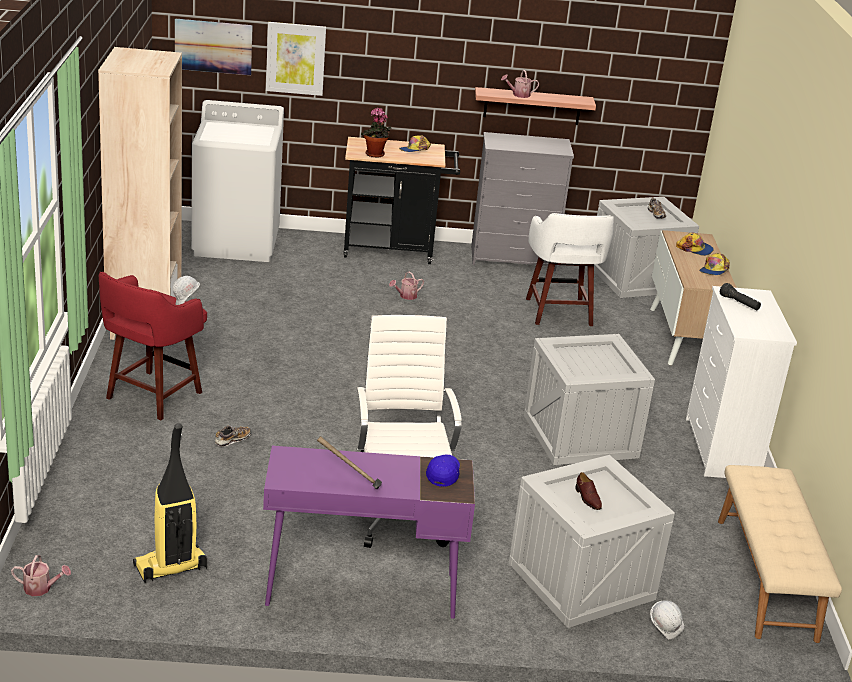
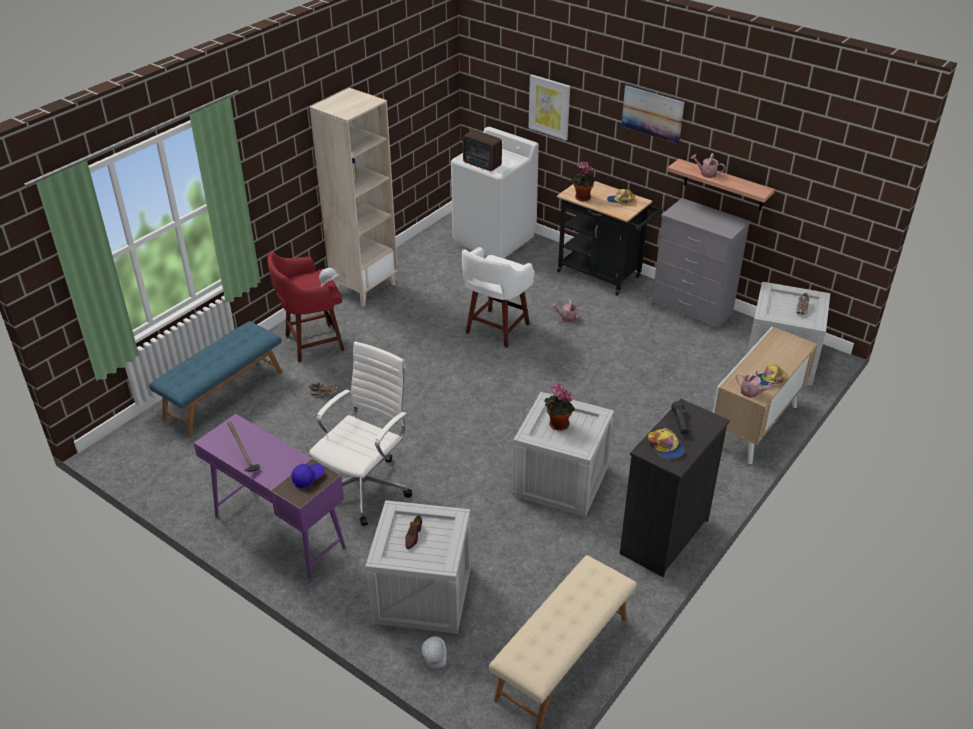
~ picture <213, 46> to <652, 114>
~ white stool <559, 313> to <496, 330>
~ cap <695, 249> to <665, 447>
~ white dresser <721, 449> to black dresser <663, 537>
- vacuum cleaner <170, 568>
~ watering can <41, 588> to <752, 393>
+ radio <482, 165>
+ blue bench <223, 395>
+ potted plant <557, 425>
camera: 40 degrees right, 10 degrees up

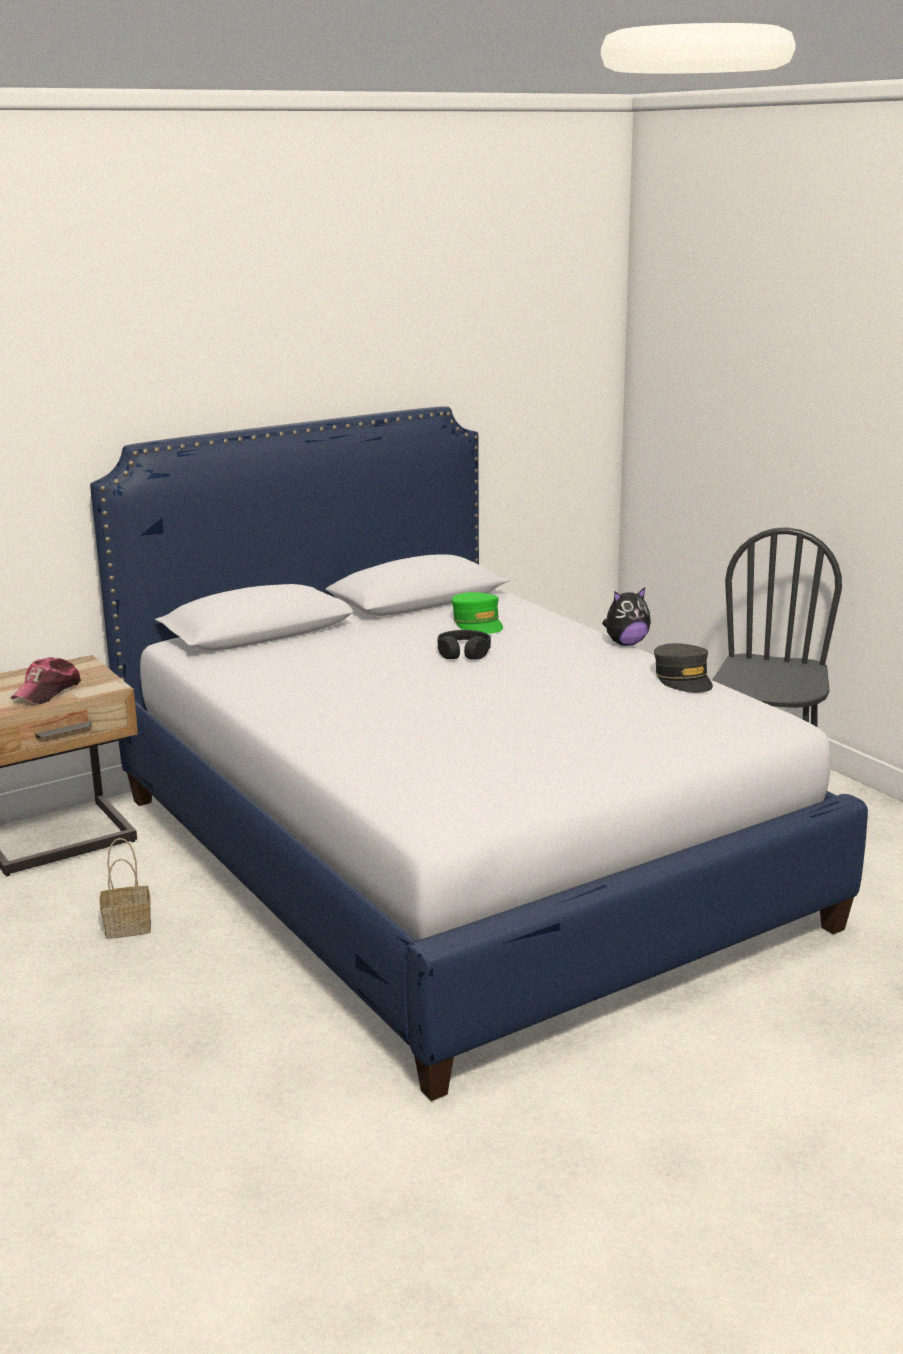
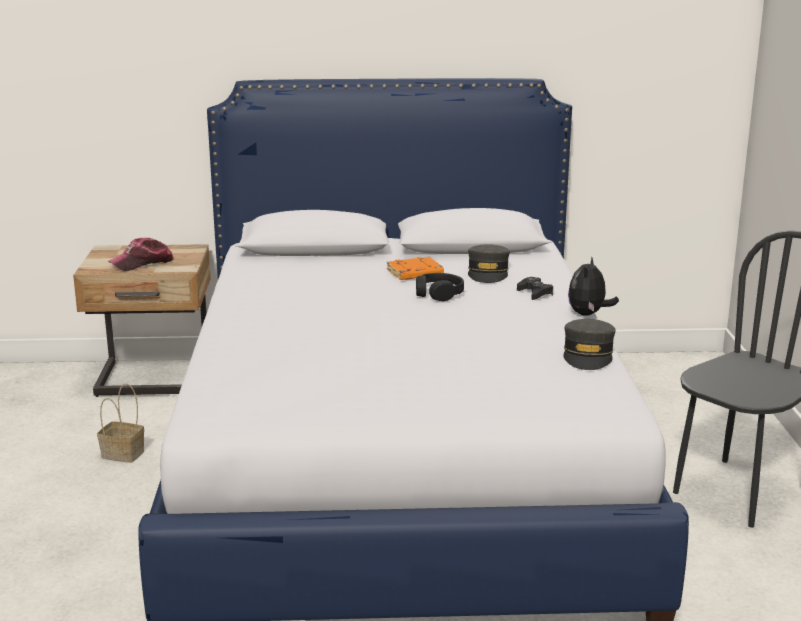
~ plush toy <626, 643> = <588, 314> 105 degrees clockwise
~ green cap <478, 623> to grey cap <488, 273>
+ orange book <415, 273>
+ black game controller <535, 293>
camera: 30 degrees right, 0 degrees up

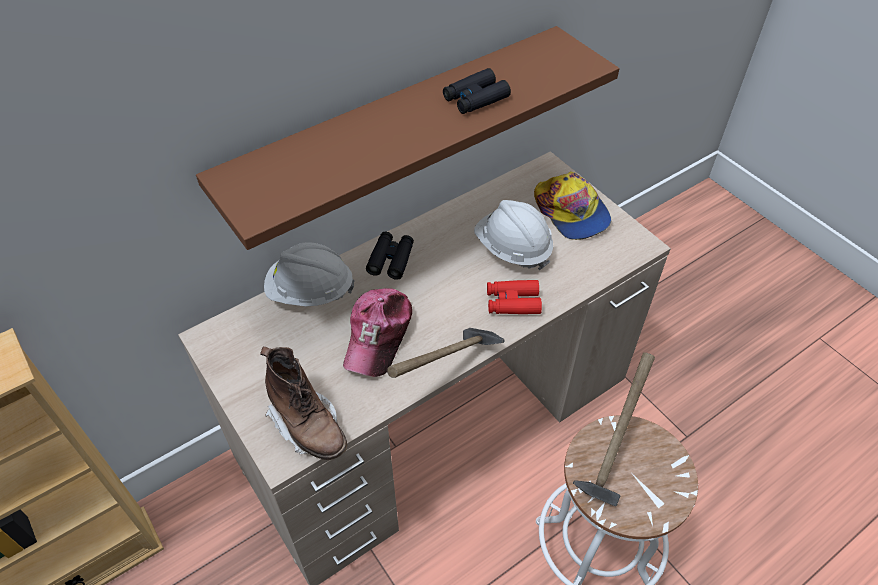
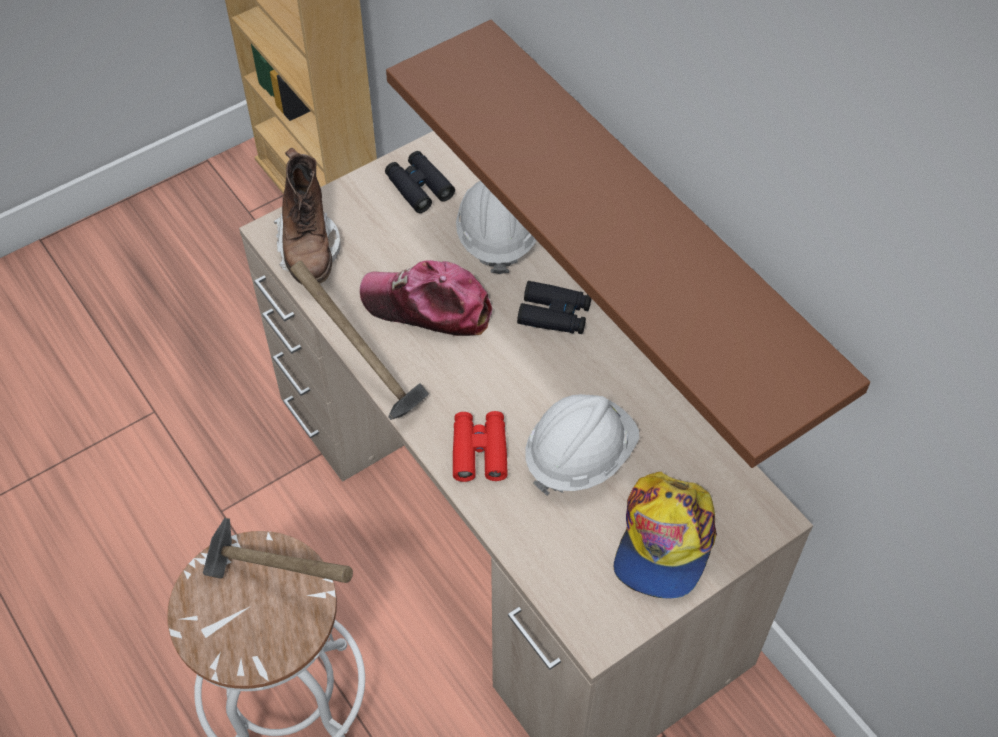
~ black binoculars <475, 98> to <419, 187>
~ cap <571, 212> = <664, 542> 45 degrees counterclockwise
~ brown boot <307, 425> = <309, 249> 60 degrees counterclockwise
camera: 90 degrees right, 5 degrees up

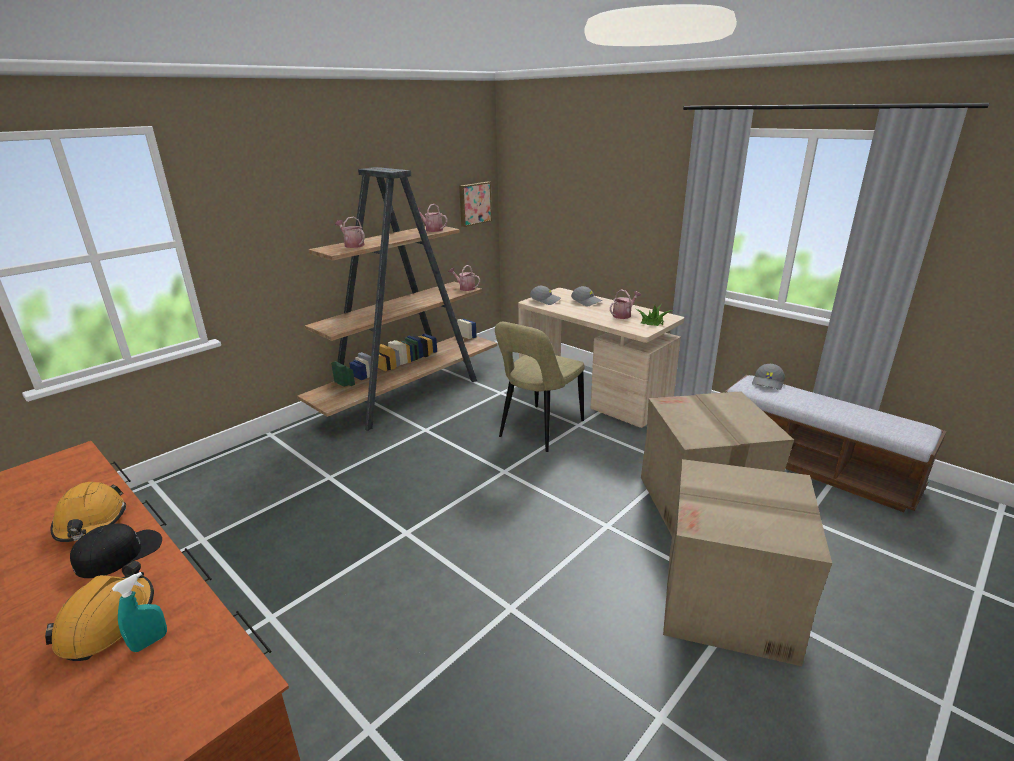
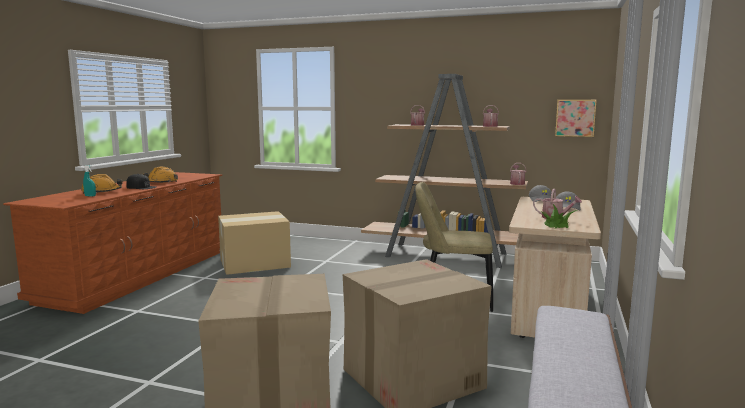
- grey cap <768, 383>
+ cardboard box <253, 263>
camera: 65 degrees right, 15 degrees down

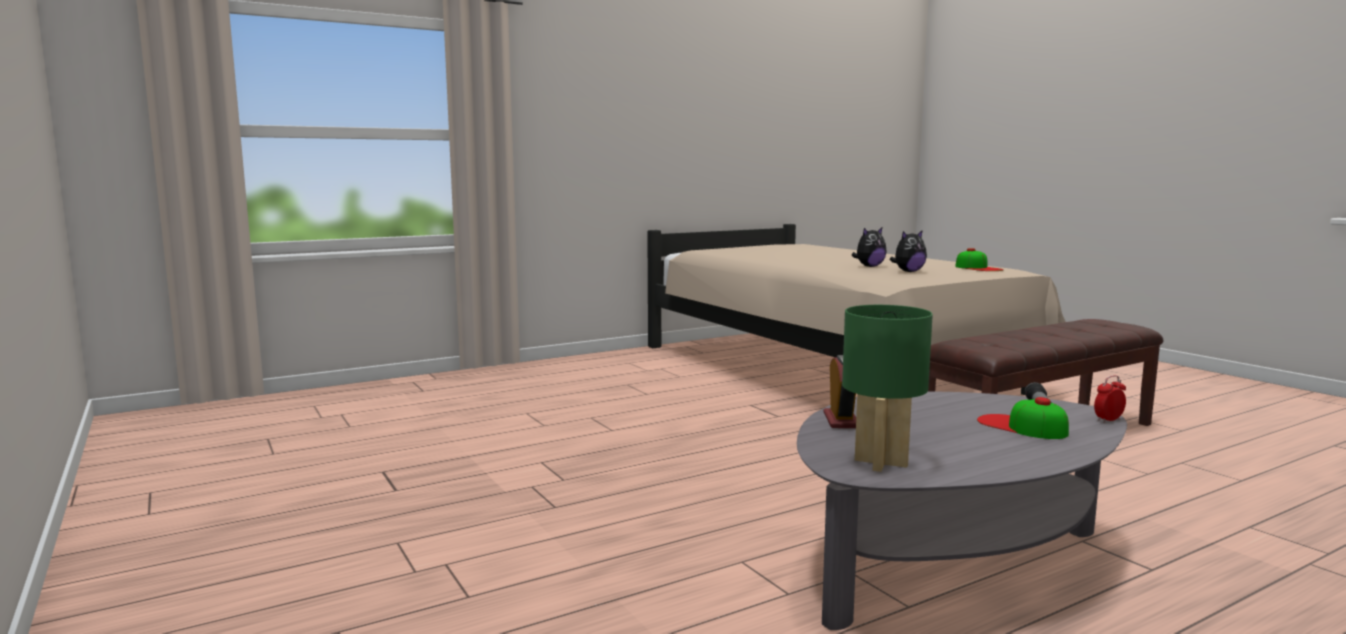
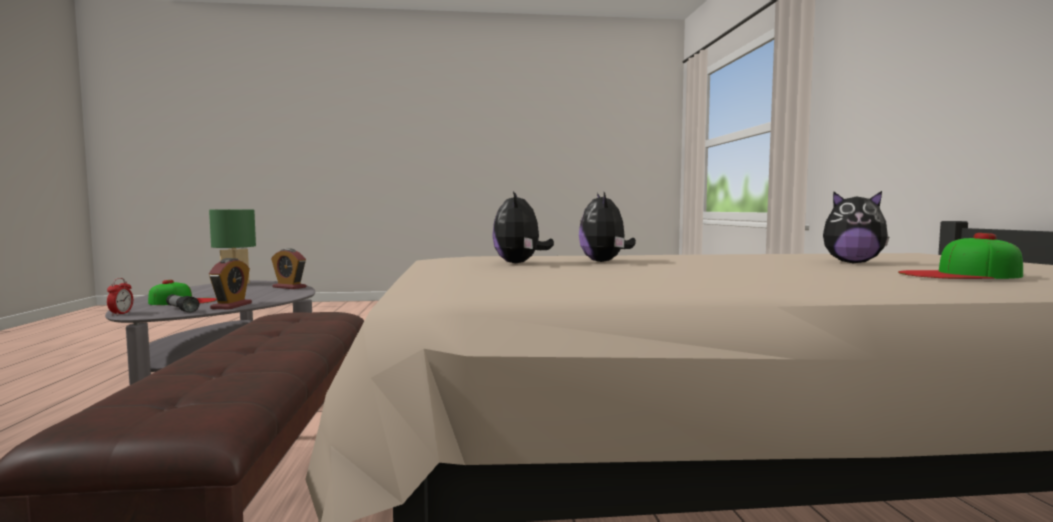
~ cap <978, 268> to <960, 275>
+ plush toy <852, 263>
+ alarm clock <231, 306>
camera: 115 degrees right, 5 degrees down

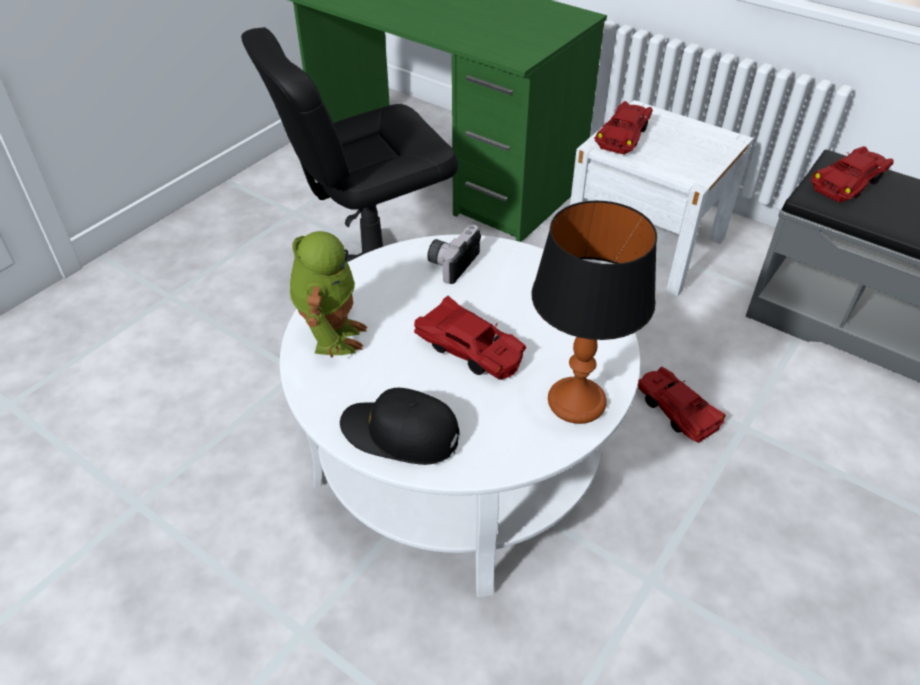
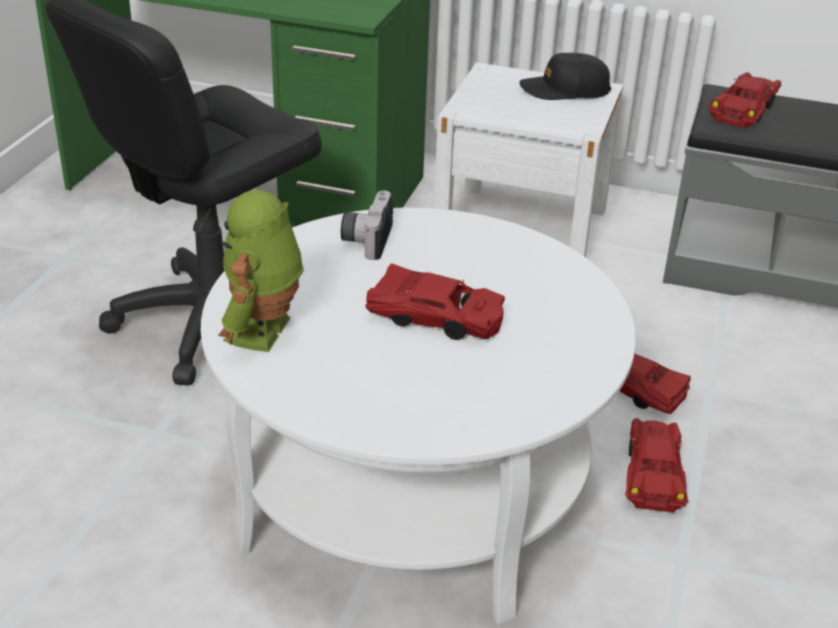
~ red toy car <624, 135> to <653, 473>
- table lamp <576, 401>
~ toy robot <332, 336> = <264, 332> 150 degrees counterclockwise
~ black cap <400, 434> to <564, 90>
camera: 20 degrees left, 10 degrees down

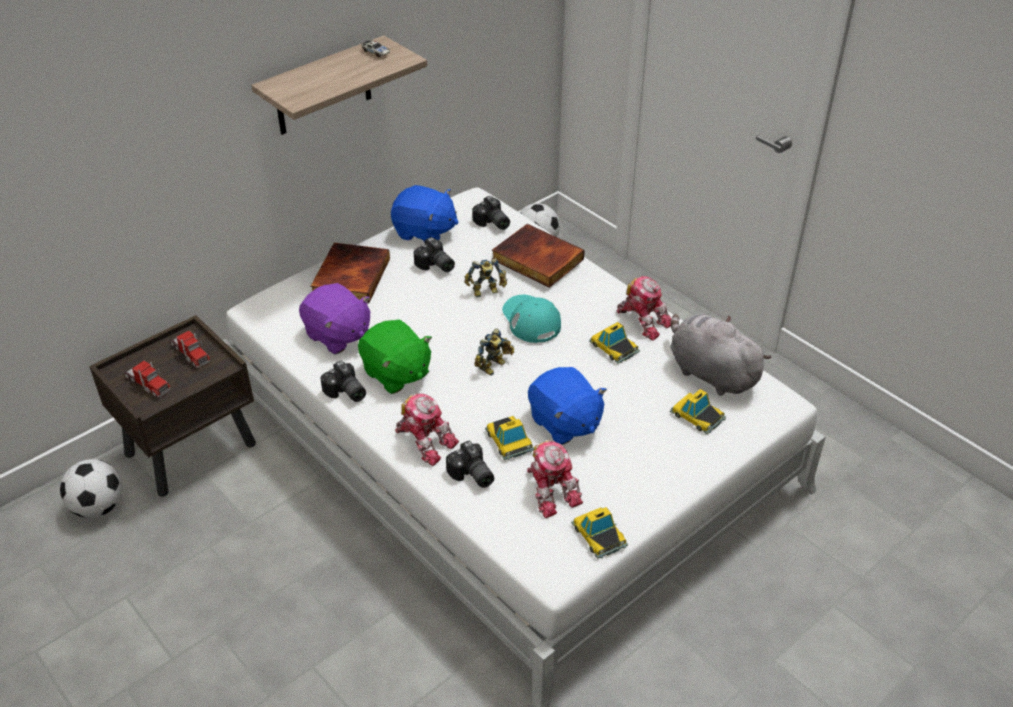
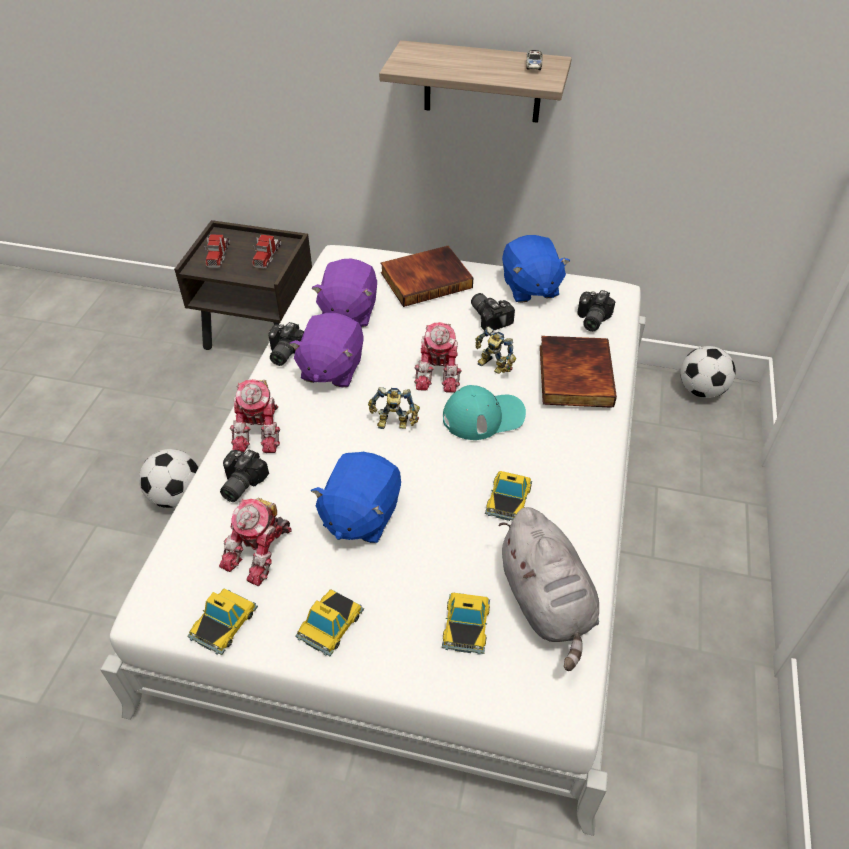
~ photo camera <435, 266> = <490, 317> 135 degrees clockwise
~ toy robot <643, 320> to <440, 372>
~ turquoise cap <531, 320> = <483, 416> 45 degrees clockwise
~ grey plush toy <710, 373> = <546, 603> 150 degrees clockwise
~ green plush toy <396, 374> to purple plush toy <331, 369>
~ toy car <509, 440> to <330, 623>
~ football <98, 507> to <176, 496>
camera: 55 degrees right, 5 degrees up

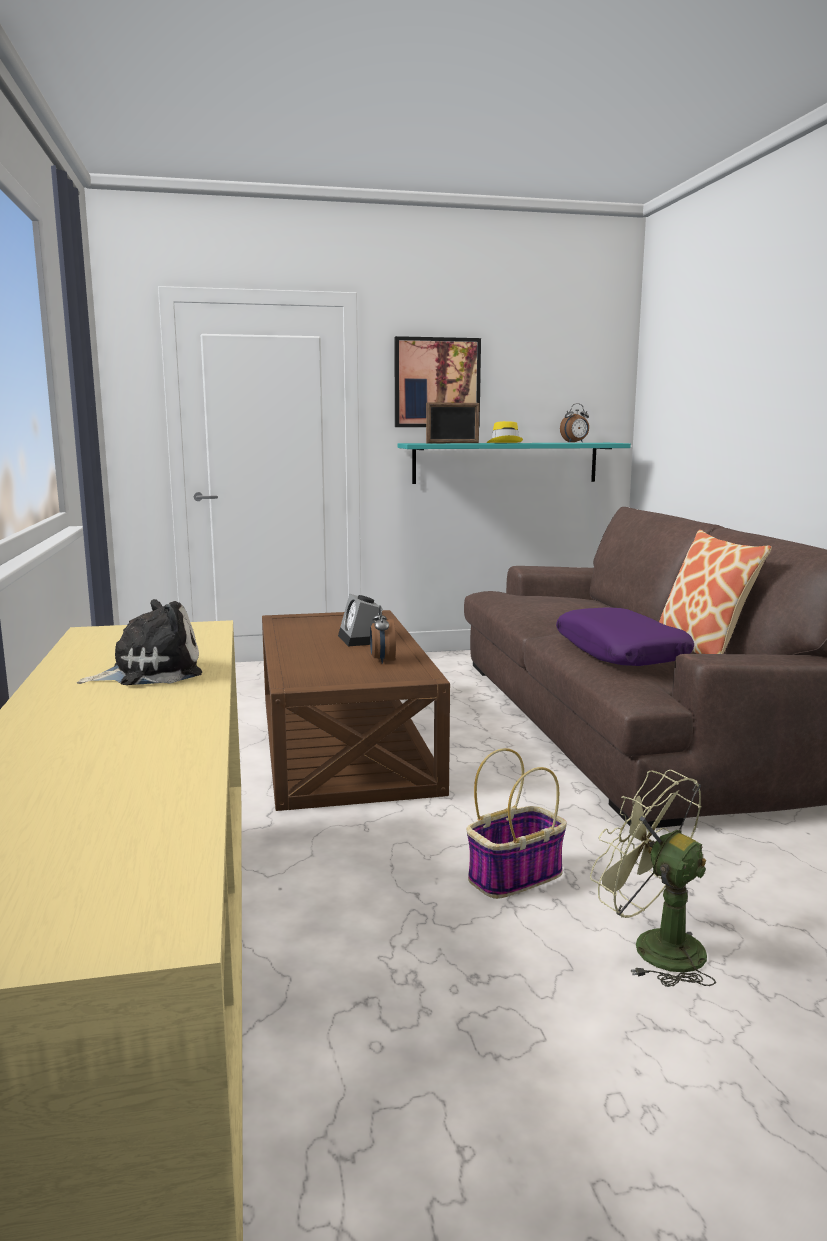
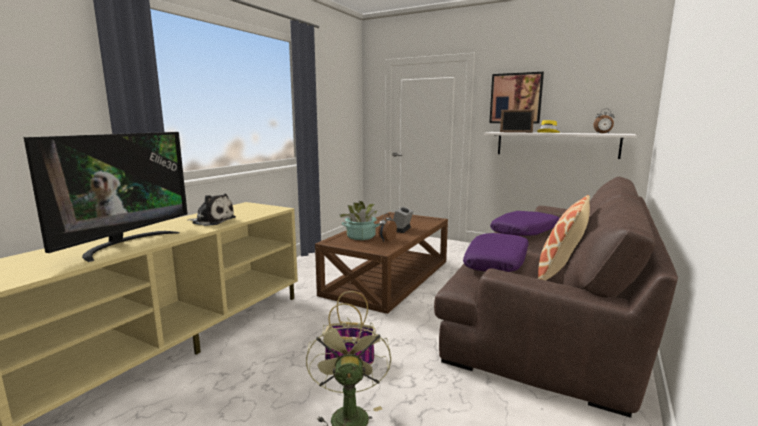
~ turquoise shelf <505, 462> to white shelf <556, 144>
+ television <125, 244>
+ potted plant <361, 236>
+ purple pillow <525, 232>
camera: 40 degrees right, 0 degrees up

